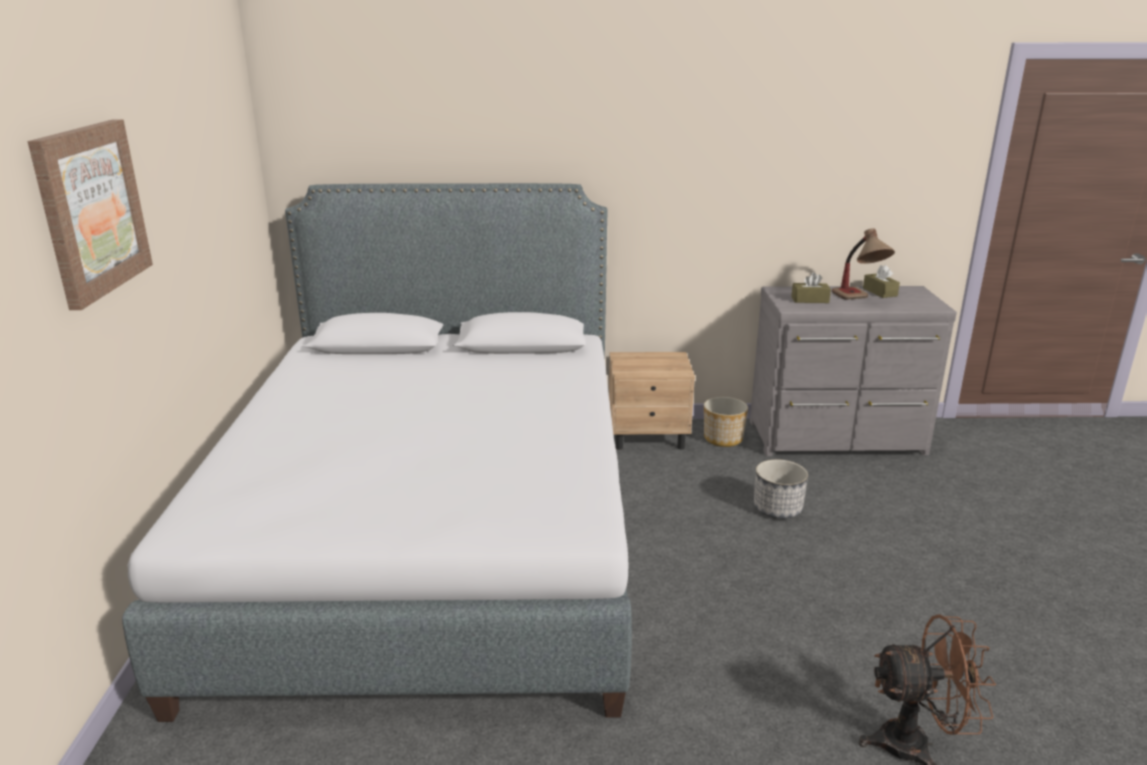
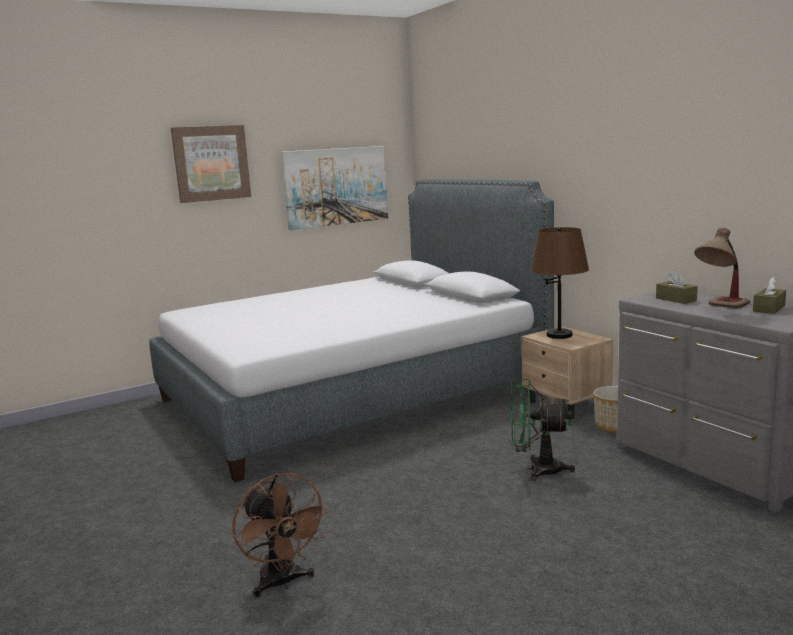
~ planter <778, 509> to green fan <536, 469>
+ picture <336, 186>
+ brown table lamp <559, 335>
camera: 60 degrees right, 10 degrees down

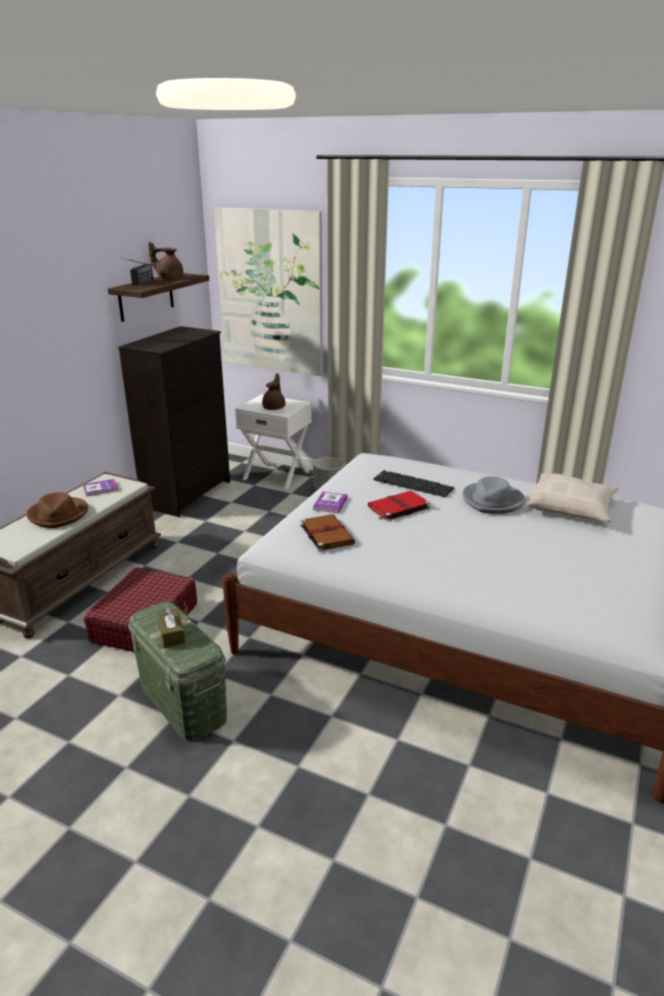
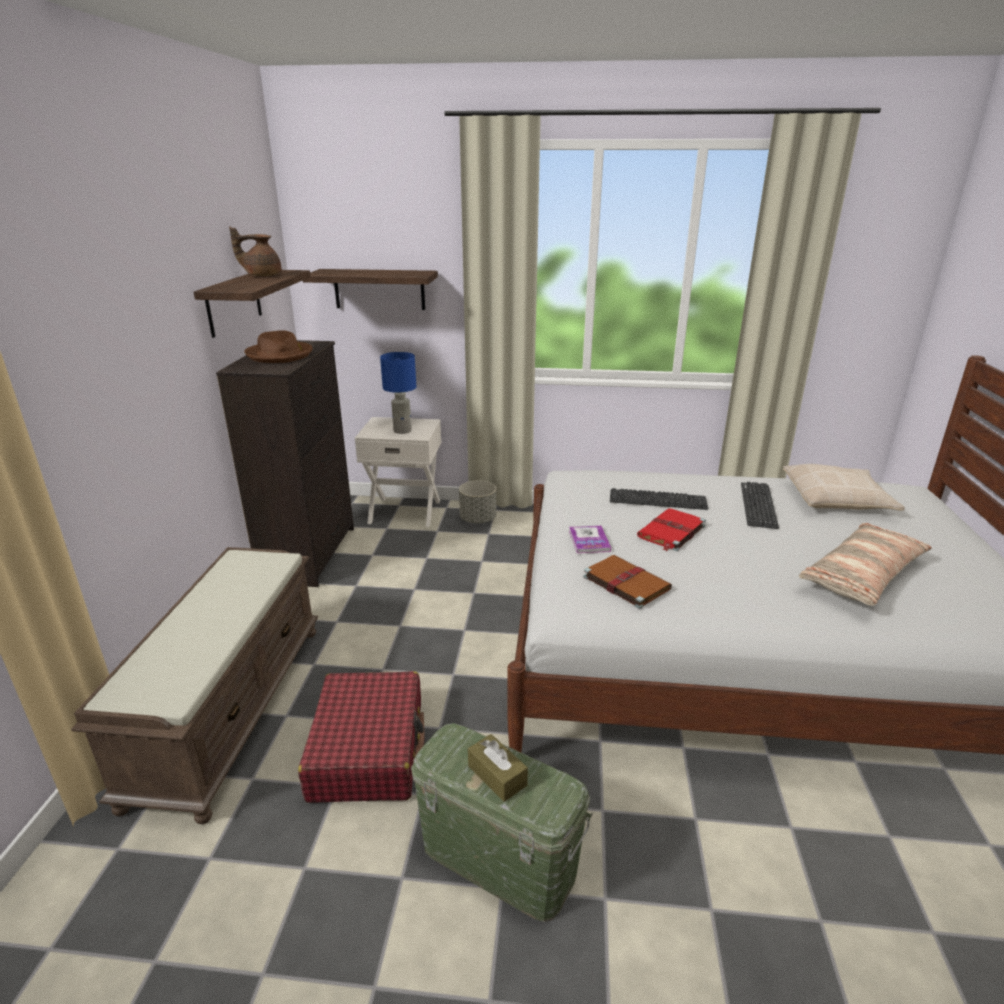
~ picture <270, 292> to shelf <379, 289>
- radio <139, 284>
~ brown teapot <274, 407> to blue table lamp <403, 431>
~ grey hat <493, 501> to keyboard <758, 505>
- book <100, 488>
~ brown hat <59, 515> to <280, 355>
+ pillow <863, 576>
camera: 20 degrees left, 0 degrees up

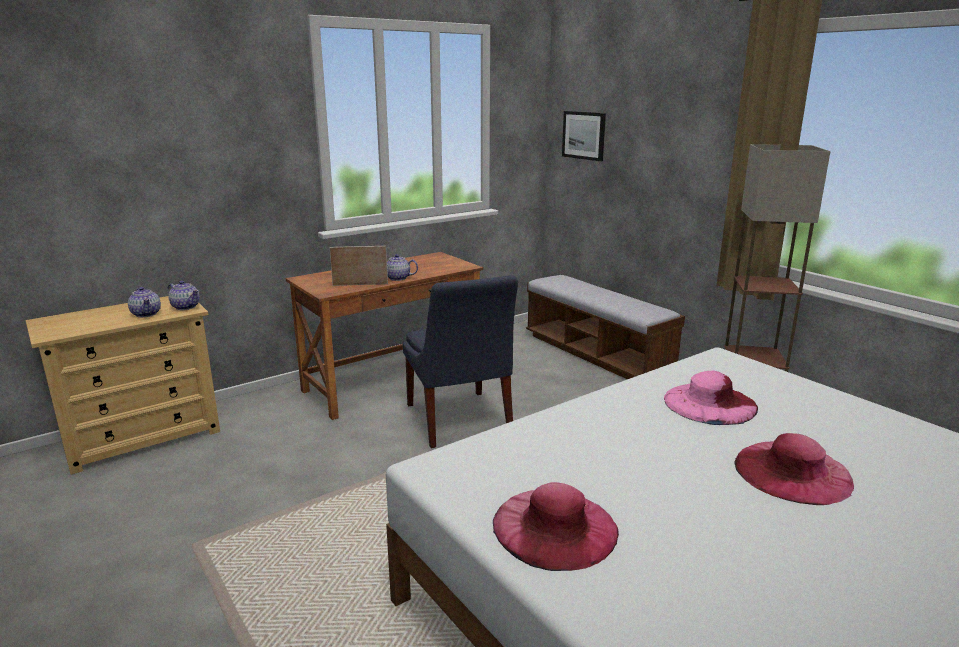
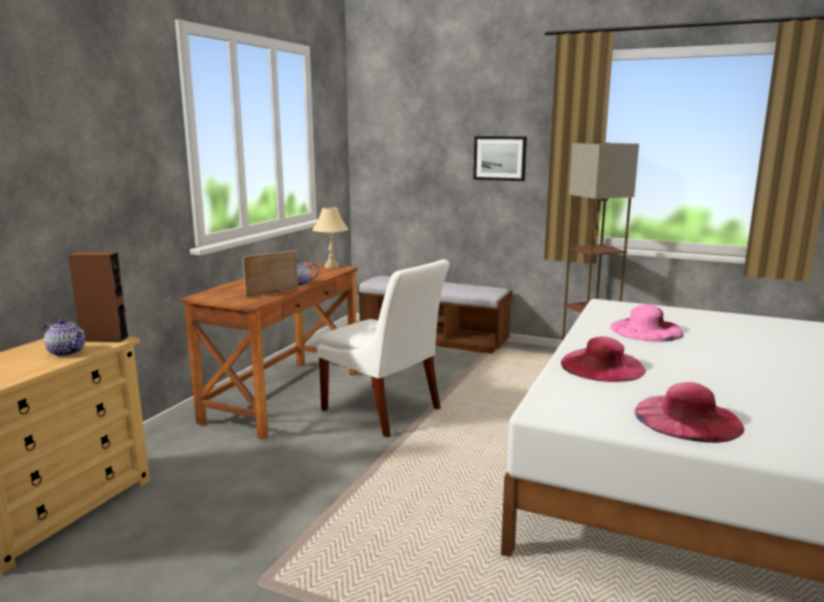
~ picture <584, 135> to <500, 158>
~ blue chair <458, 421> to white chair <384, 411>
~ teapot <185, 307> to brown speaker <104, 339>
~ pink hat <792, 472> to <602, 366>
+ beige table lamp <331, 266>
camera: 30 degrees left, 5 degrees down

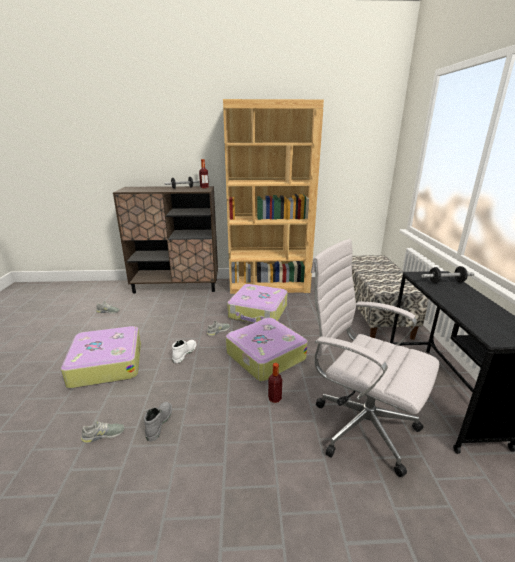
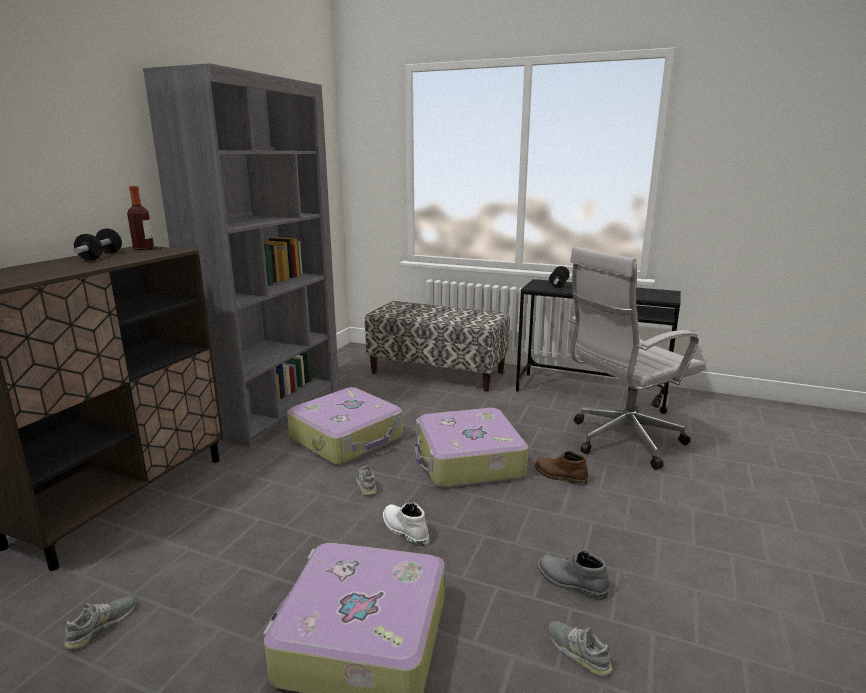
~ brown bookcase <269, 286> to grey bookcase <275, 409>
~ bottle <274, 398> to brown boot <559, 476>
~ grey shoe <103, 435> = <578, 651> 45 degrees counterclockwise
camera: 65 degrees left, 5 degrees down

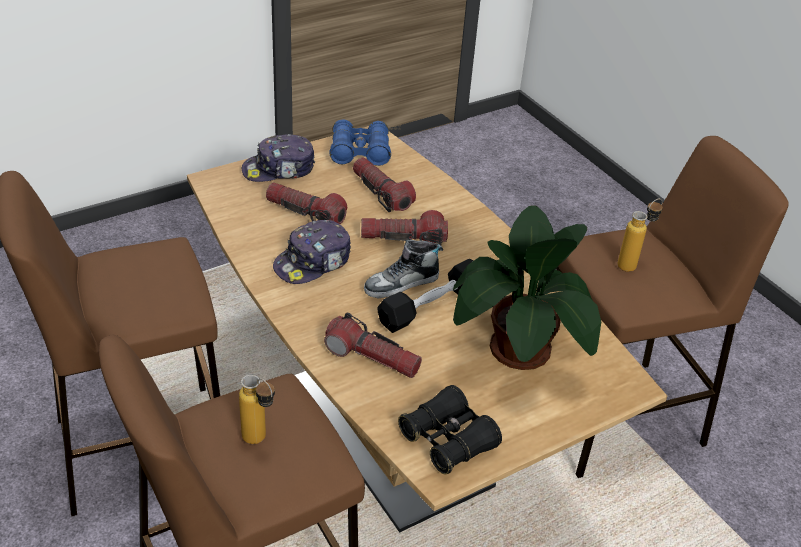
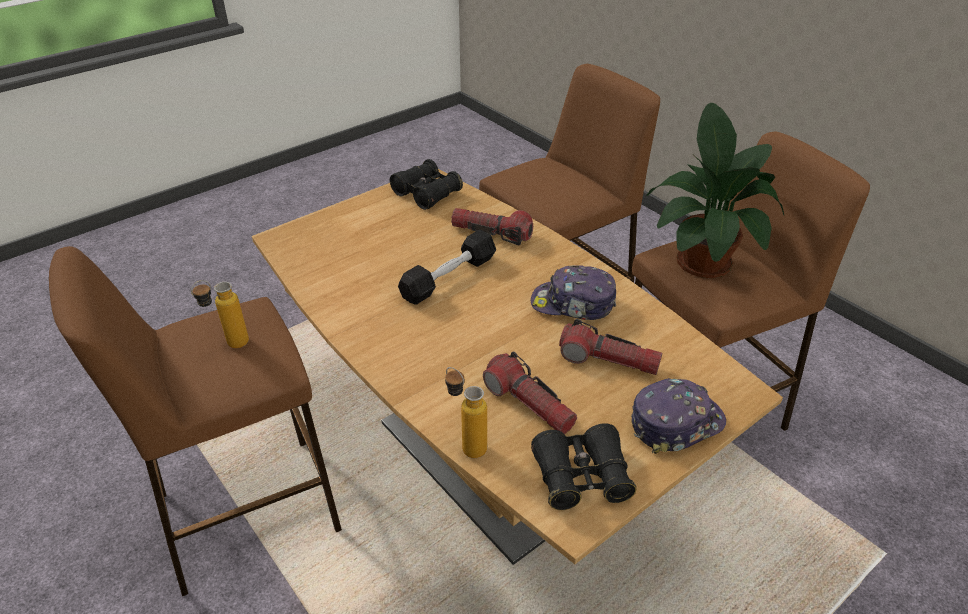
~ blue binoculars <360, 152> to black binoculars <581, 477>
~ potted plant <519, 351> to <703, 258>
- flashlight <403, 238>
~ cap <313, 262> = <573, 304> 120 degrees counterclockwise
- shoe <401, 284>
~ bottle <260, 442> to <466, 444>
camera: 175 degrees right, 0 degrees up

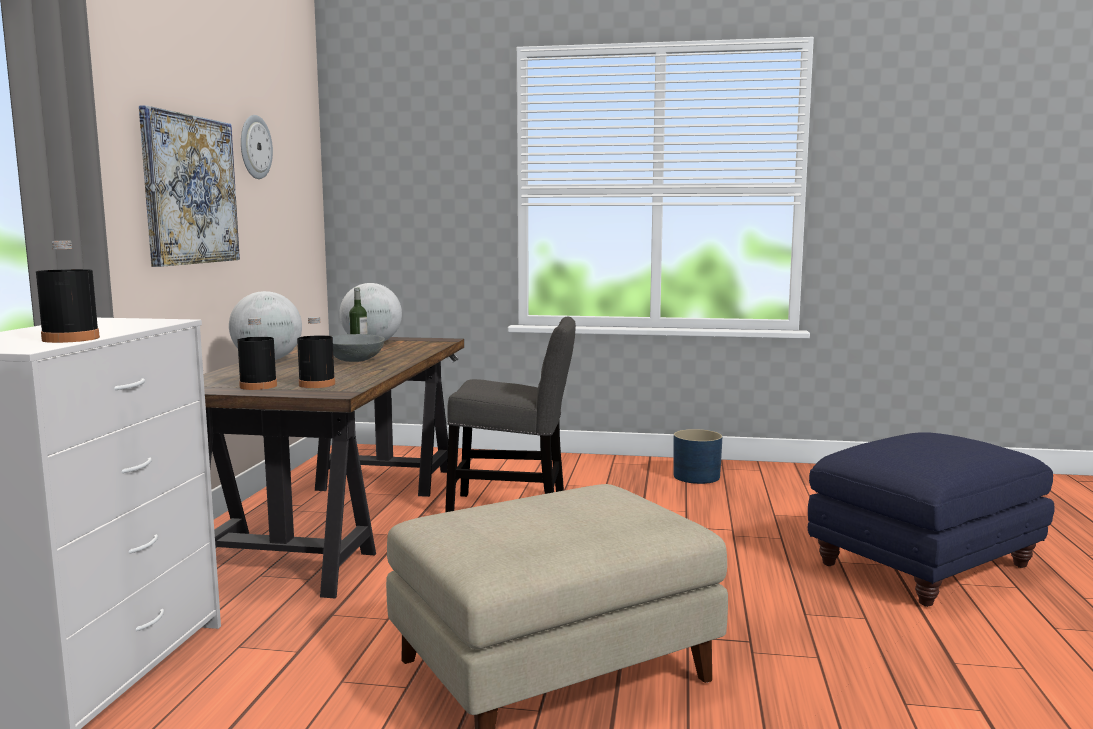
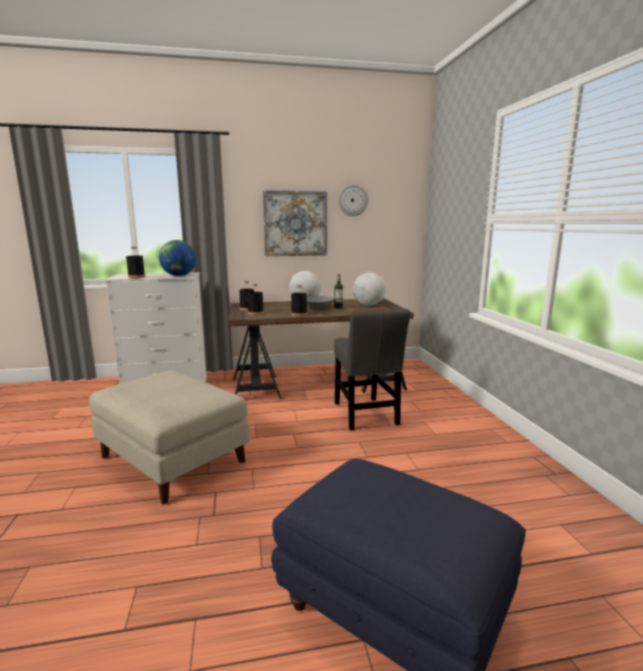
- blue planter <696, 476>
+ globe <179, 276>
+ black bottle <299, 314>
camera: 70 degrees right, 5 degrees up

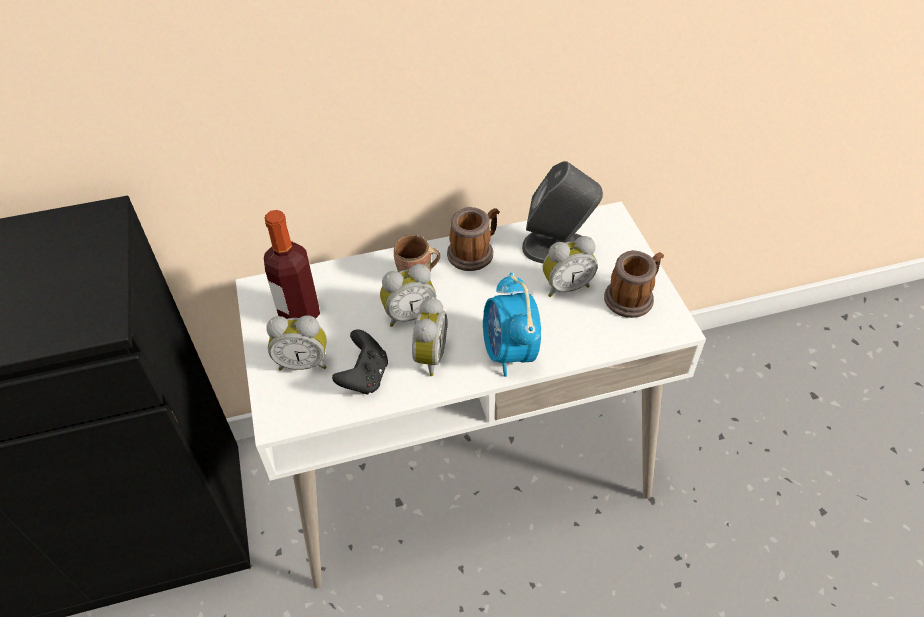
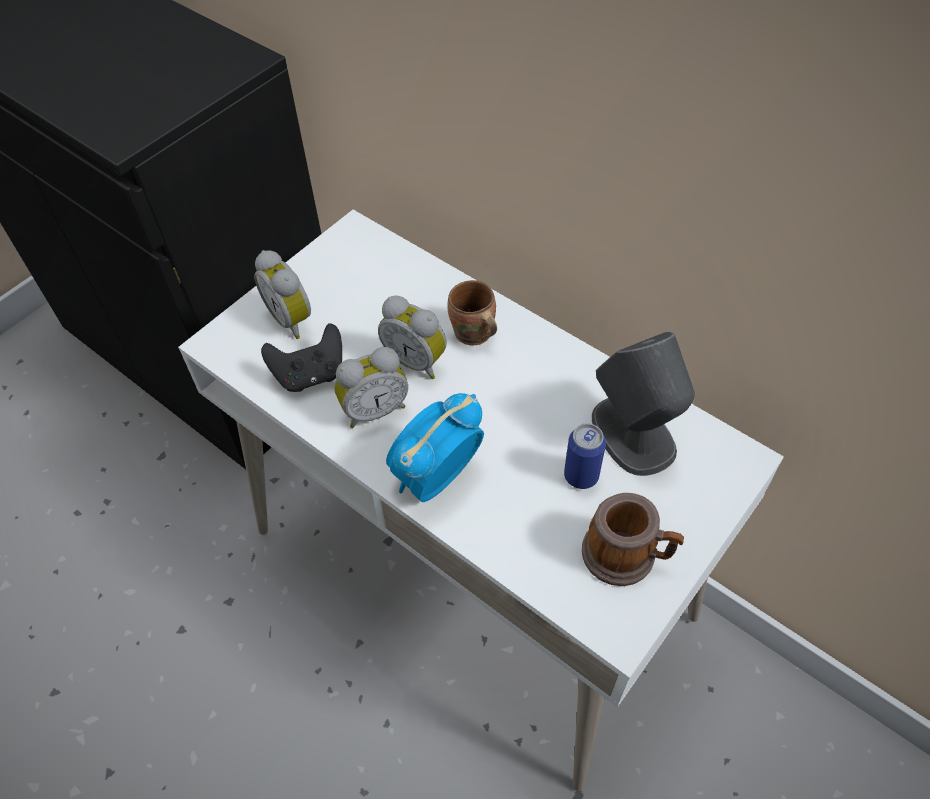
- mug <474, 252>
- bottle <299, 314>
~ alarm clock <565, 286> to can <581, 476>
camera: 55 degrees right, 5 degrees up

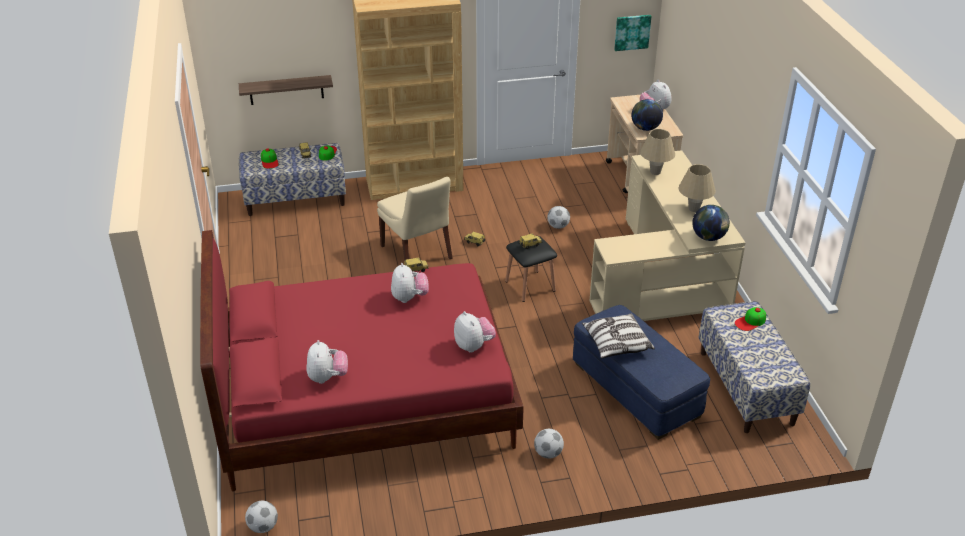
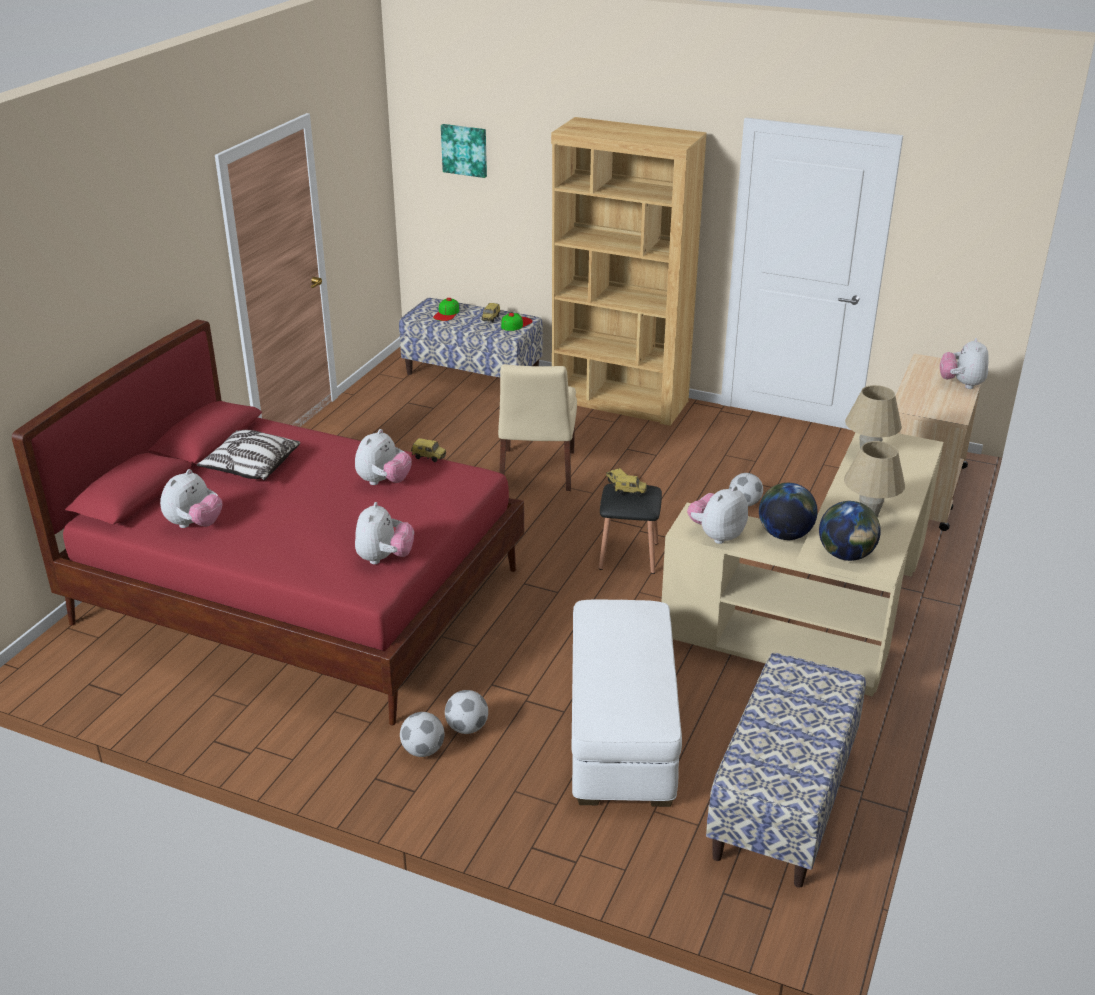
~ picture <632, 32> to <465, 150>
- shelf <286, 90>
~ globe <645, 128> to <784, 535>
~ blue ottoman <636, 390> to white ottoman <622, 731>
- cap <750, 321>
~ pillow <616, 344> to <251, 467>
~ football <263, 527> to <467, 728>
+ plush toy <716, 535>
camera: 35 degrees right, 5 degrees down

